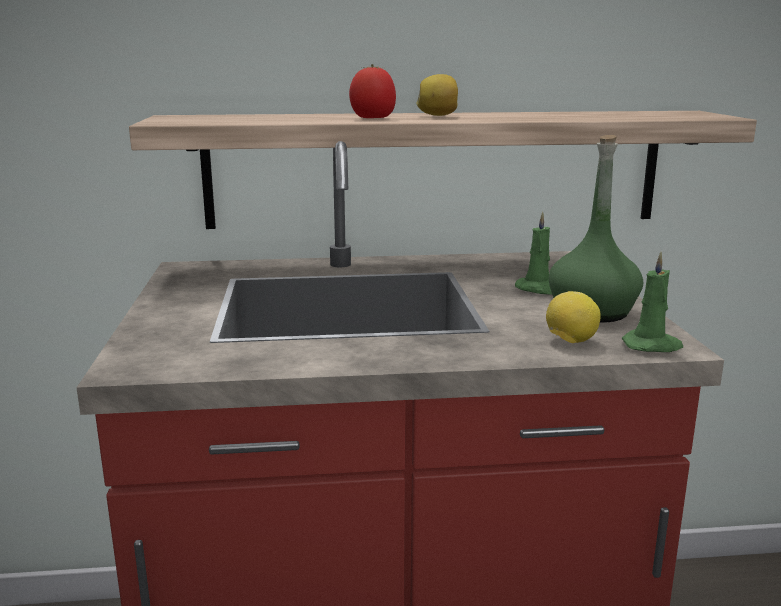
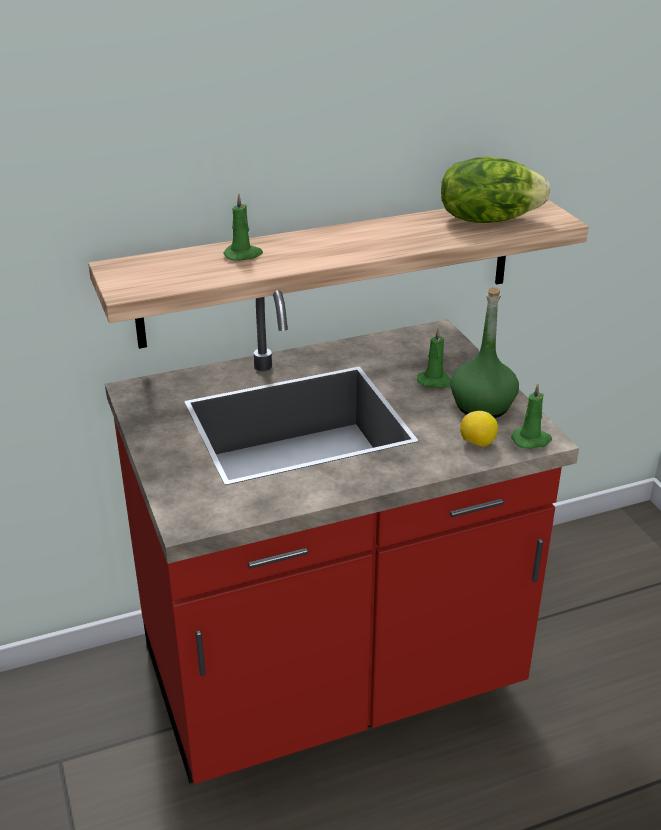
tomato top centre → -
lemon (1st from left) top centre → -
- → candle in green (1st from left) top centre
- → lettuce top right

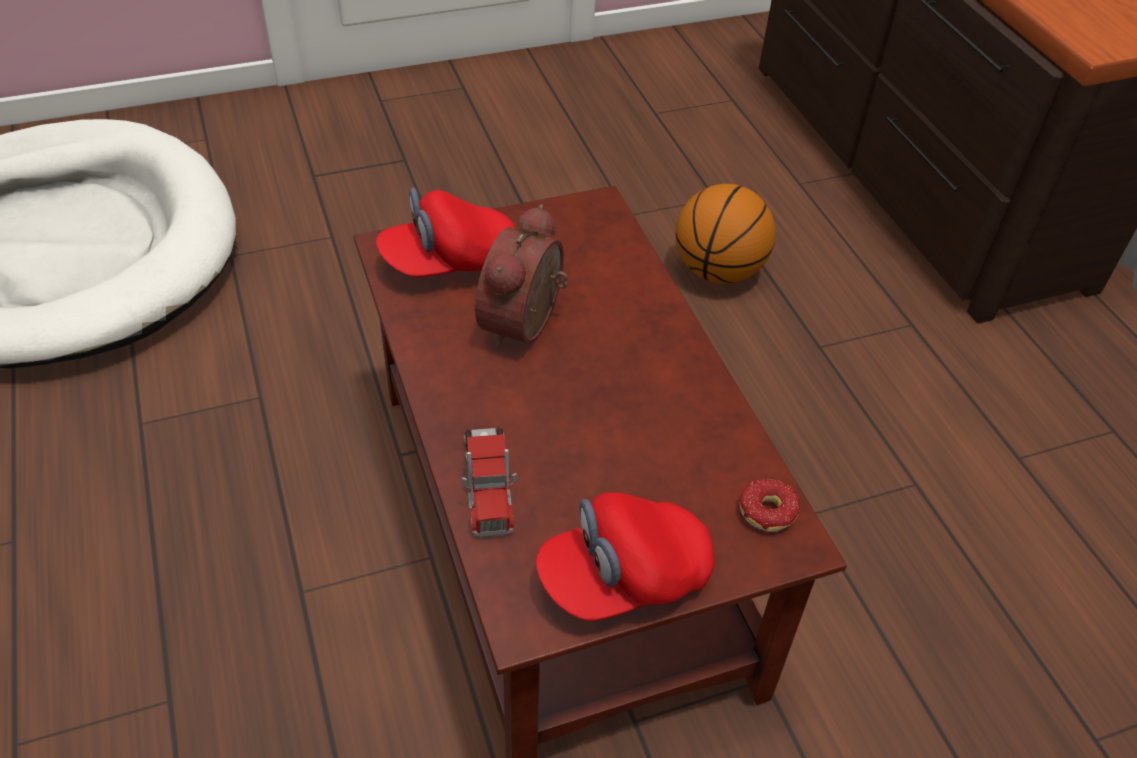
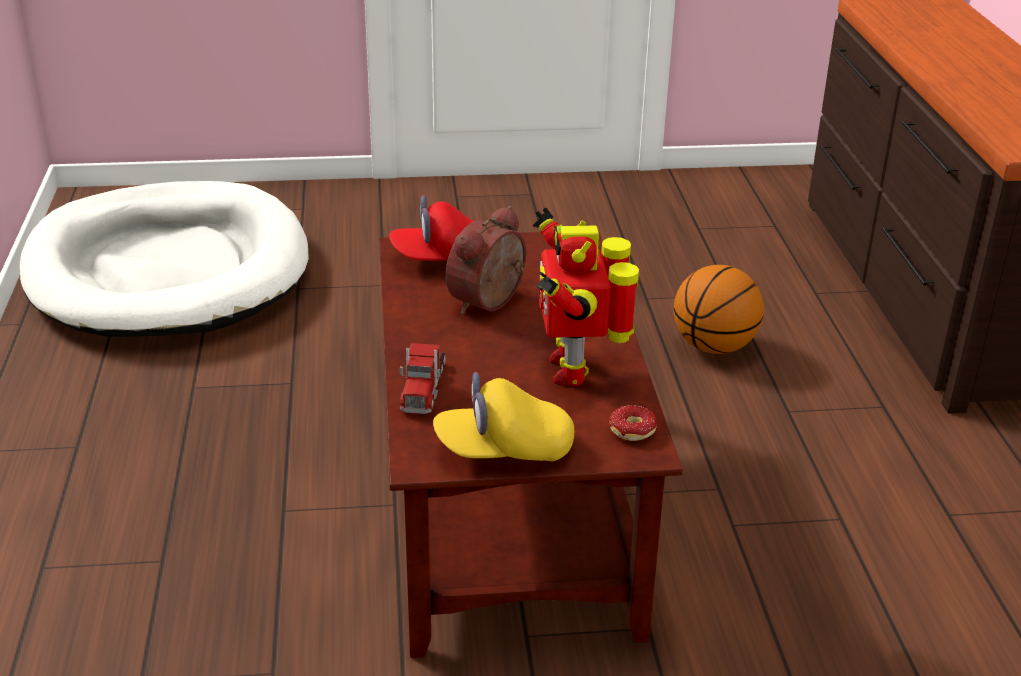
cap in red (2nd from left) bottom centre → cap in yellow centre
- → toy robot centre

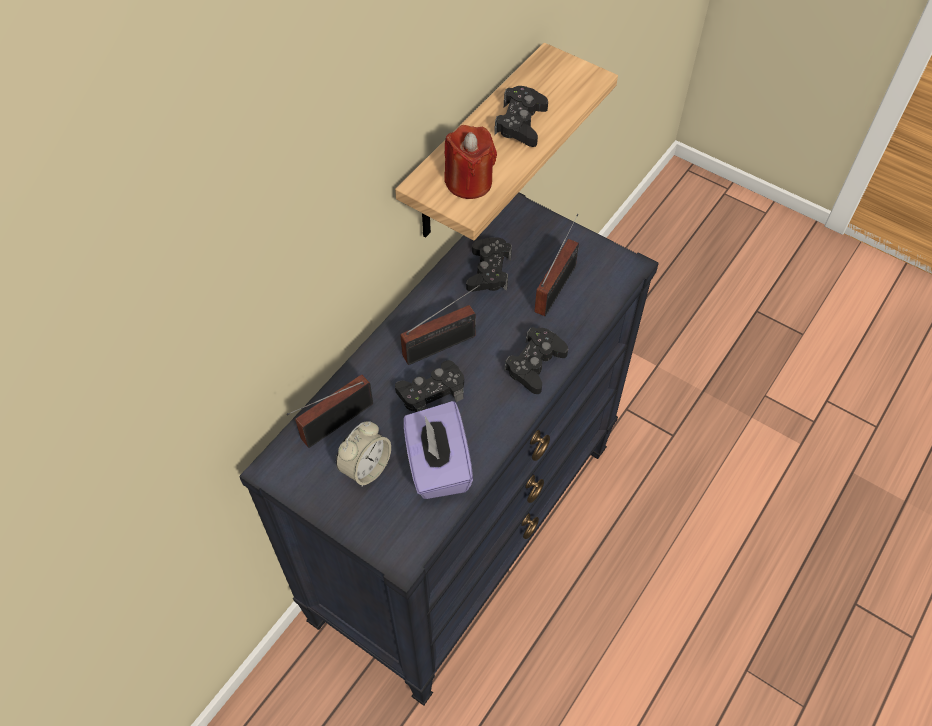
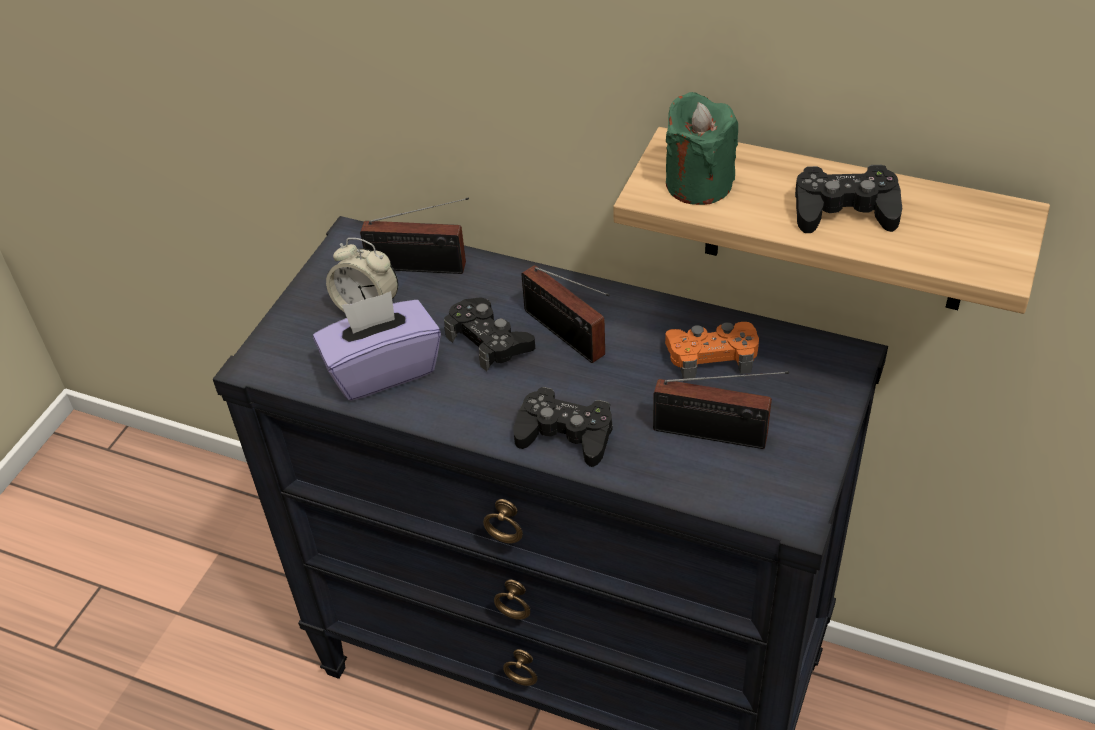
radio (1st from left) centre → radio (1st from left) top centre, 150 degrees clockwise
candle in red top centre → candle in green top centre
game controller in black (2nd from left) centre → game controller in orange centre

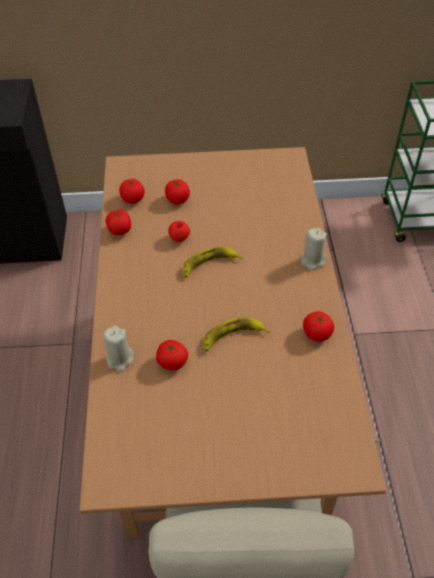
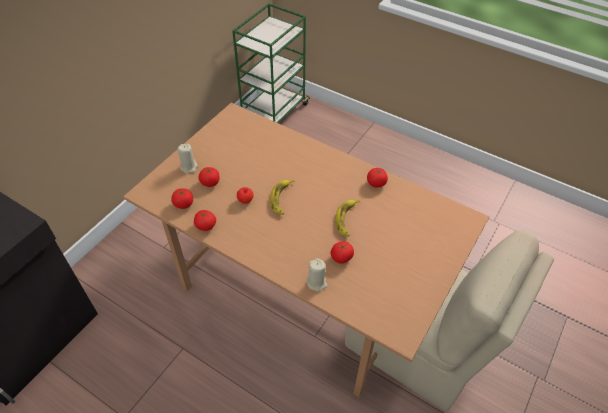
candle in beige (2nd from left in the first image) middle right → candle in beige (1st from left) middle left, moved

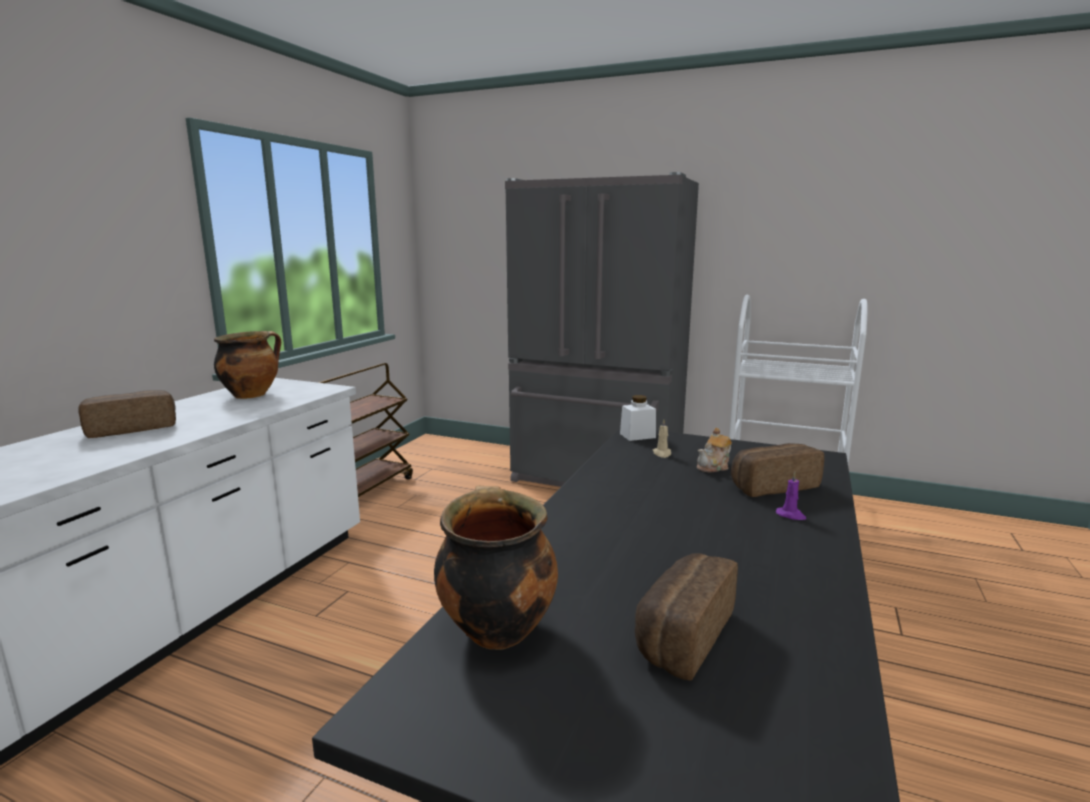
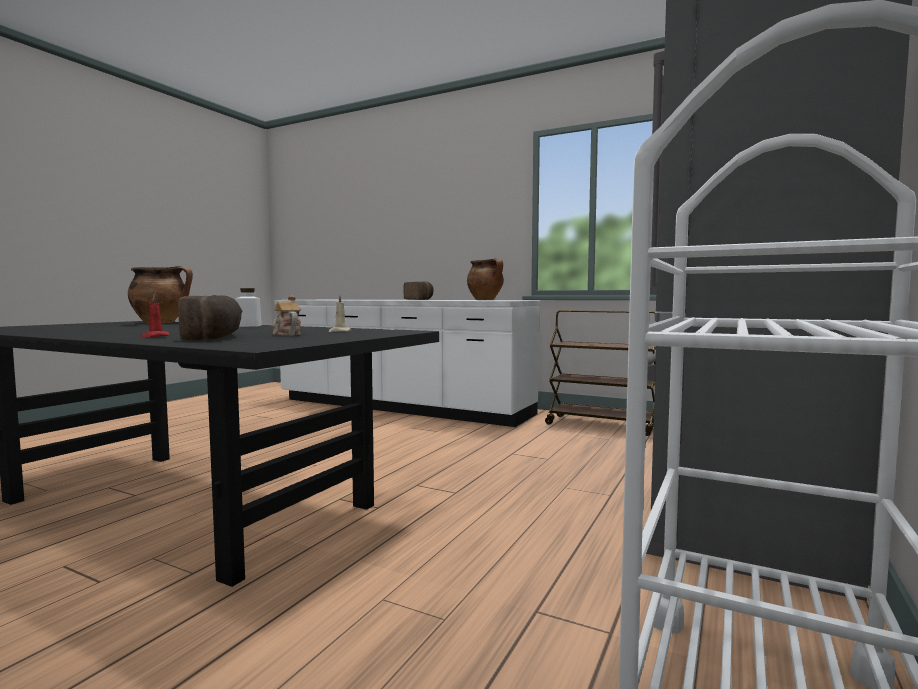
jar in white centre → jar in white middle left, moved
bread (2nd from left) bottom centre → -
candle in purple middle right → candle in red middle left

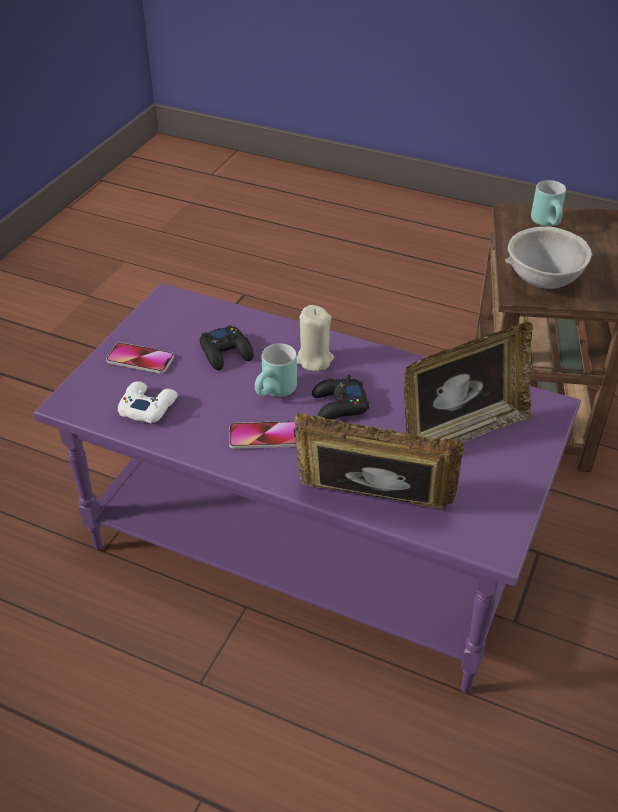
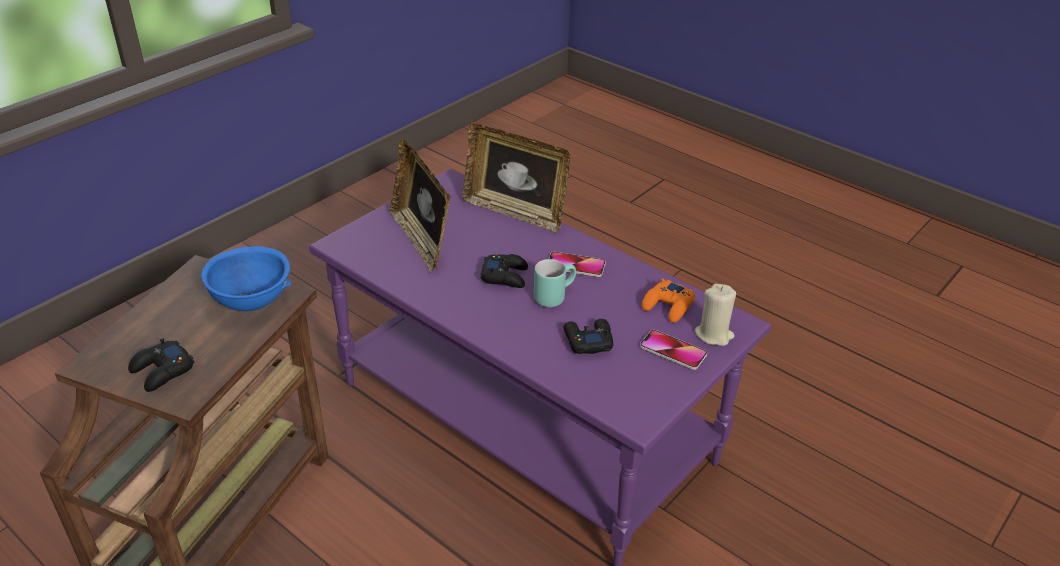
game controller in white middle left → game controller in orange centre
candle in beige centre → candle in beige middle right, moved
picture frame (2nd from left in the first image) middle right → picture frame (1st from left) centre, 105 degrees counterclockwise
bowl in grey top right → bowl in blue middle left
mug in turquoise (2nd from left) top right → game controller in black (1st from left) middle left

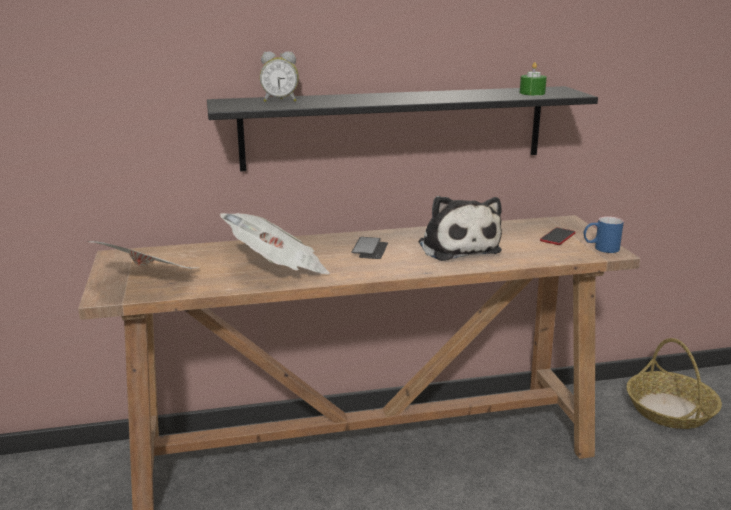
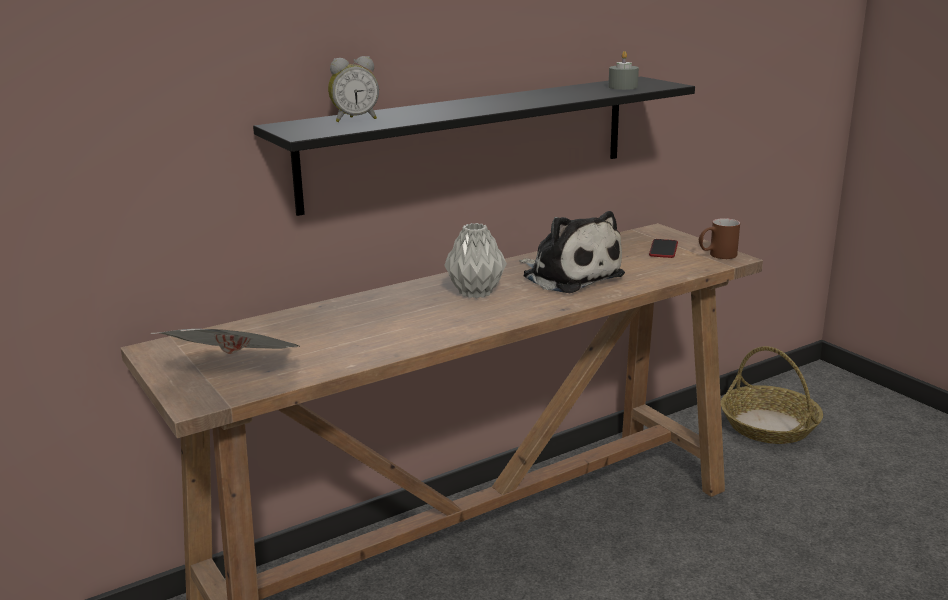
newspaper (2nd from left) centre → -
phone (1st from left) centre → vase in grey centre
candle in green top right → candle in grey top centre
mug in blue middle right → mug in brown middle right

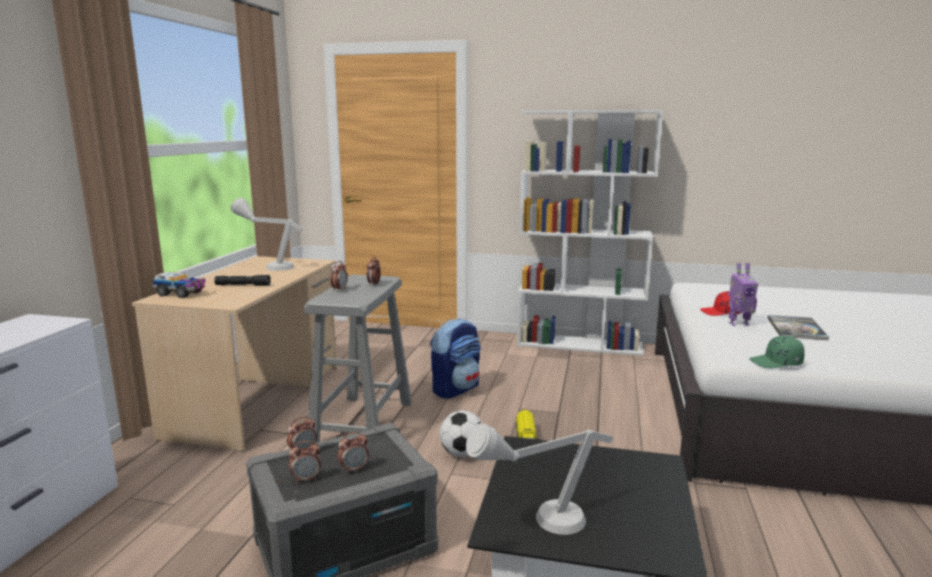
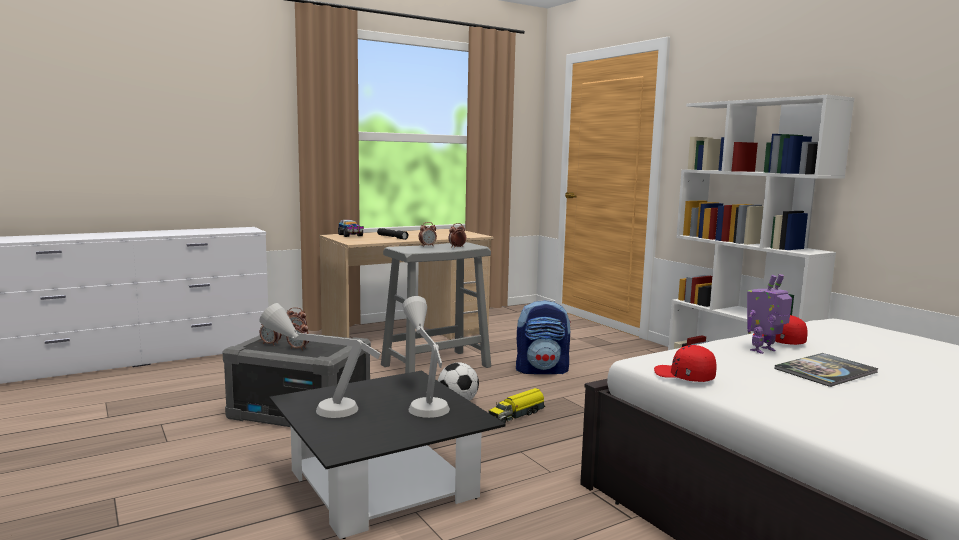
table lamp in grey (1st from left in the first image) middle left → table lamp in grey (2nd from left) centre, moved
toy robot middle right, 105 degrees clockwise
cap in green middle right → cap in red (1st from left) bottom right

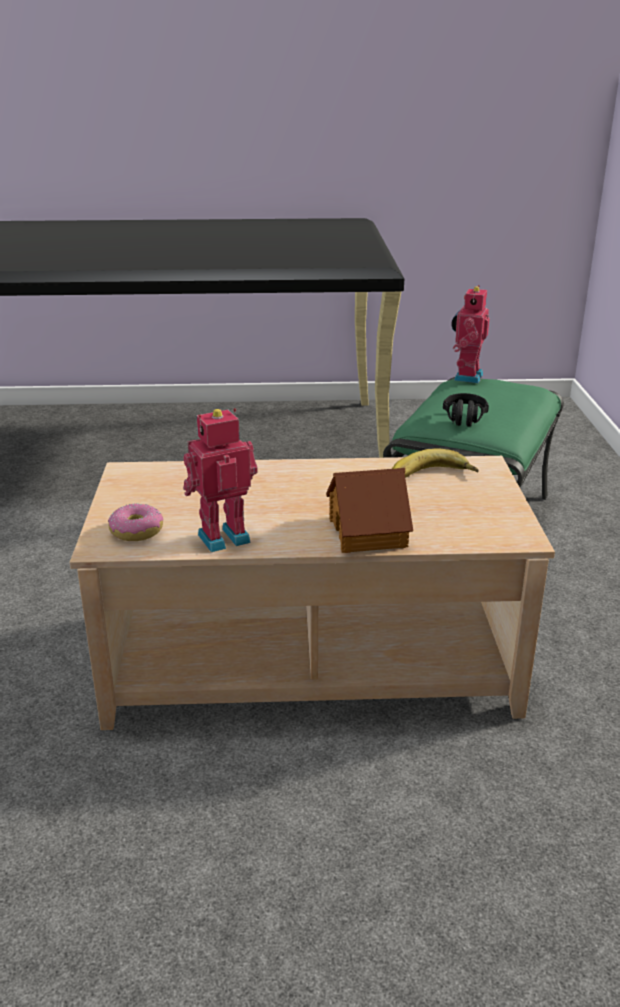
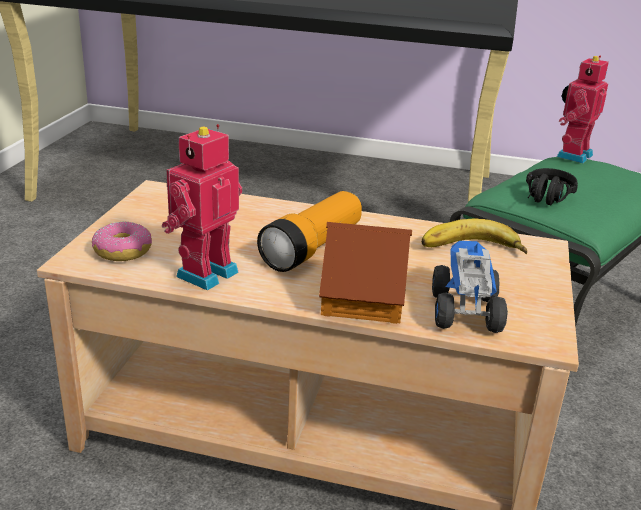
toy robot (1st from left) centre → toy robot (1st from left) middle left, 45 degrees counterclockwise
- → flashlight centre
- → toy truck middle right

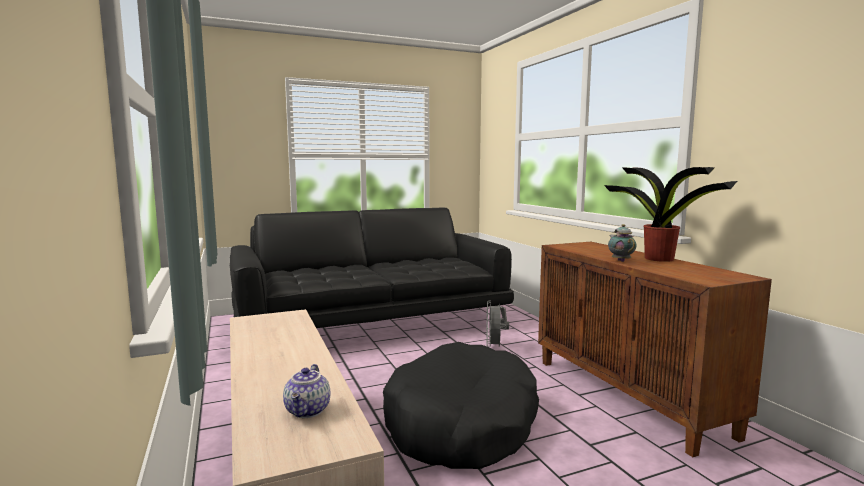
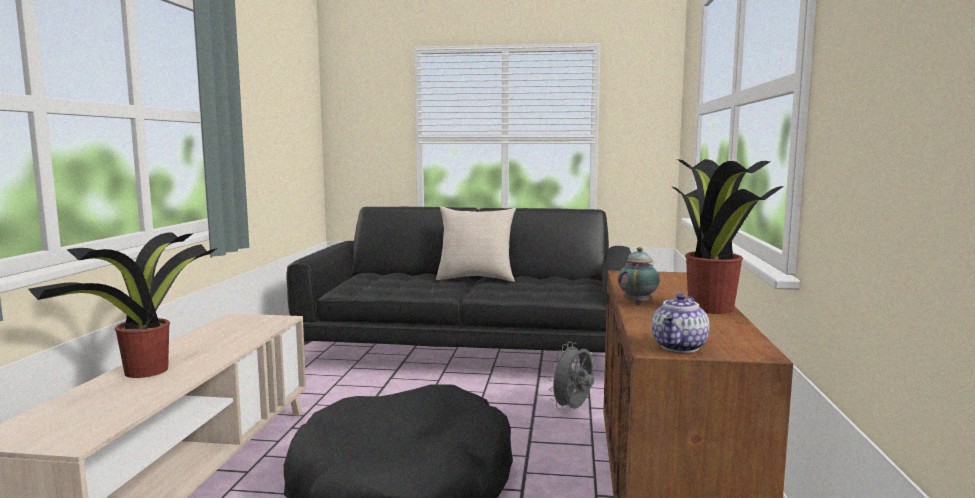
teapot (1st from left in the first image) bottom centre → teapot (2nd from left) middle right, moved
- → potted plant (1st from left) middle left
- → pillow in beige centre

